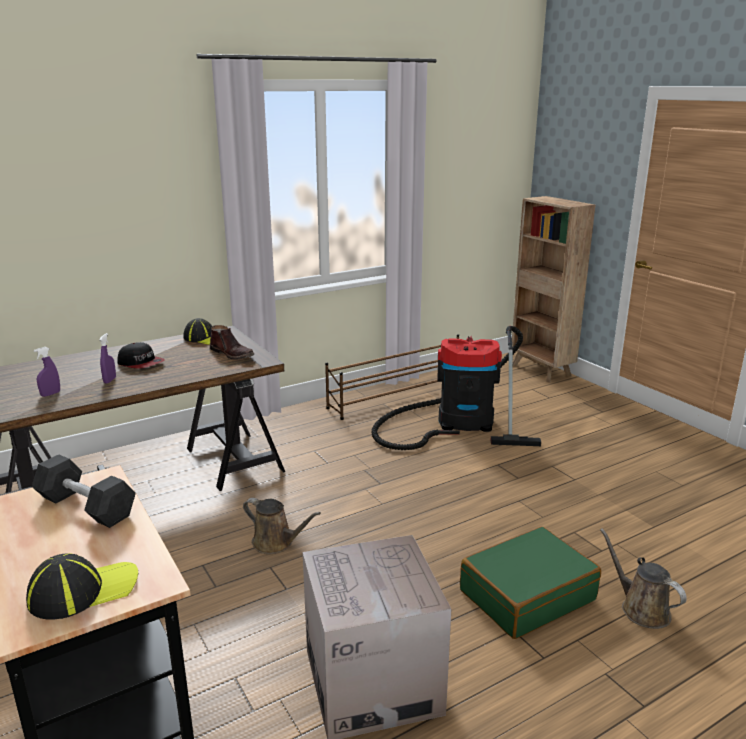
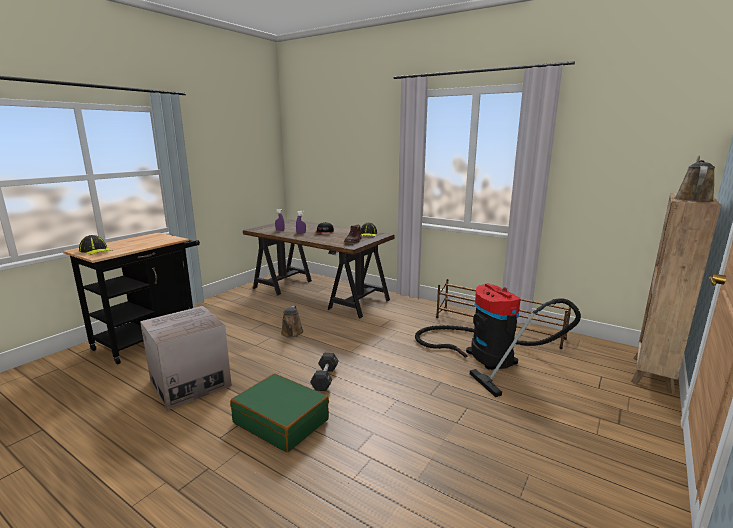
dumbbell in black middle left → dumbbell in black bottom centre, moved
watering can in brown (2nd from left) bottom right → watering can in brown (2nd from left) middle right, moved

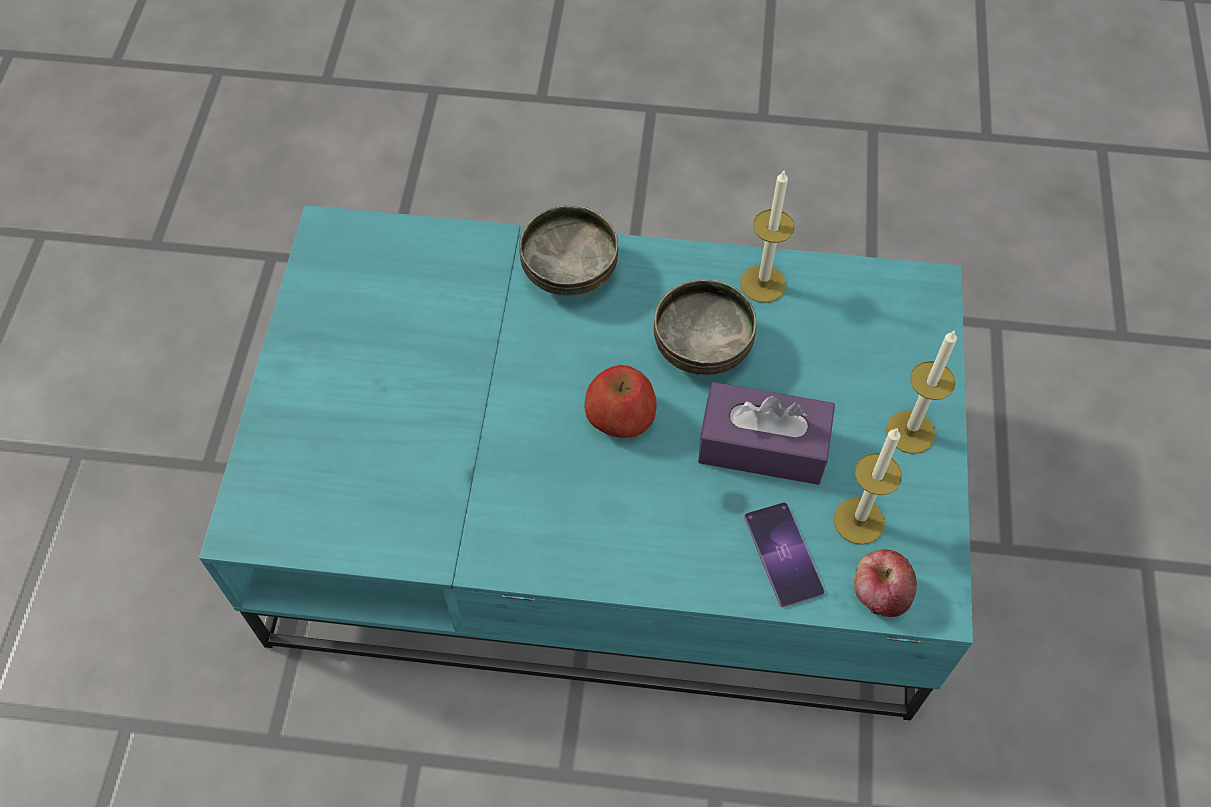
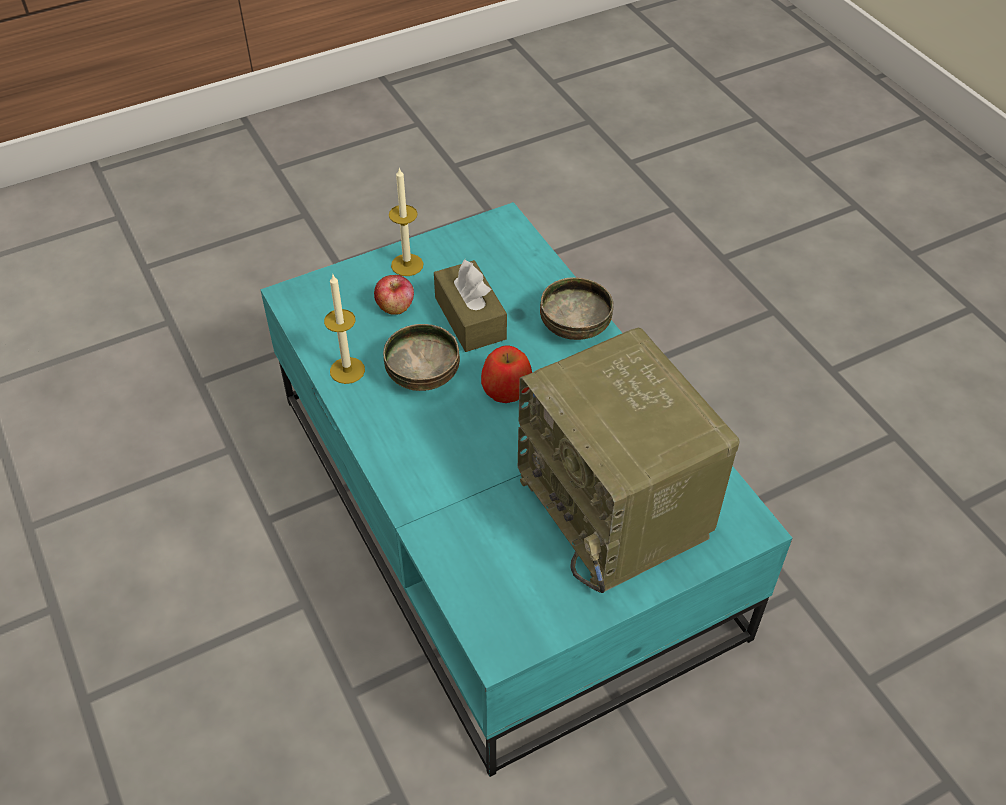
bowl (1st from left in the first image) top centre → bowl (2nd from left) centre, moved
tissue box in purple centre → tissue box in brown centre
phone bottom centre → -
candle (2nd from left) middle right → -
apple (2nd from left in the first image) bottom right → apple (1st from left) centre, moved
- → radio centre

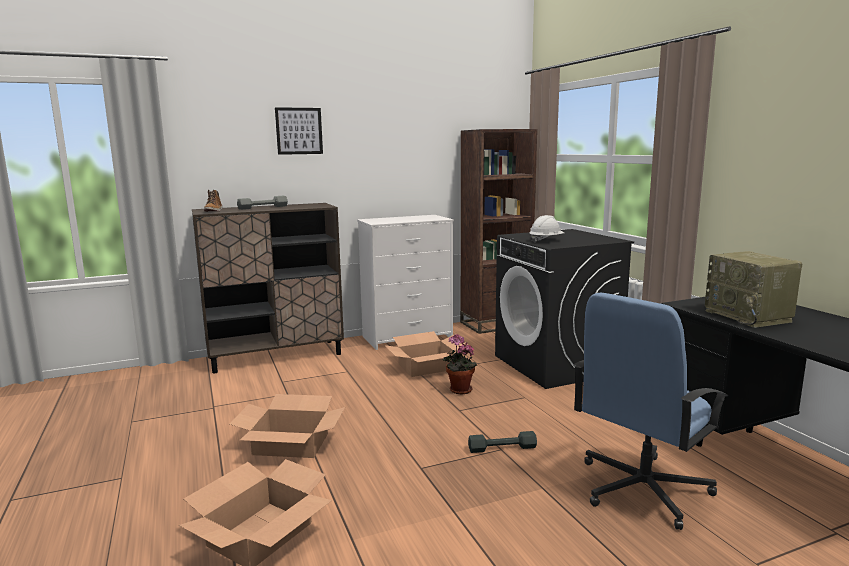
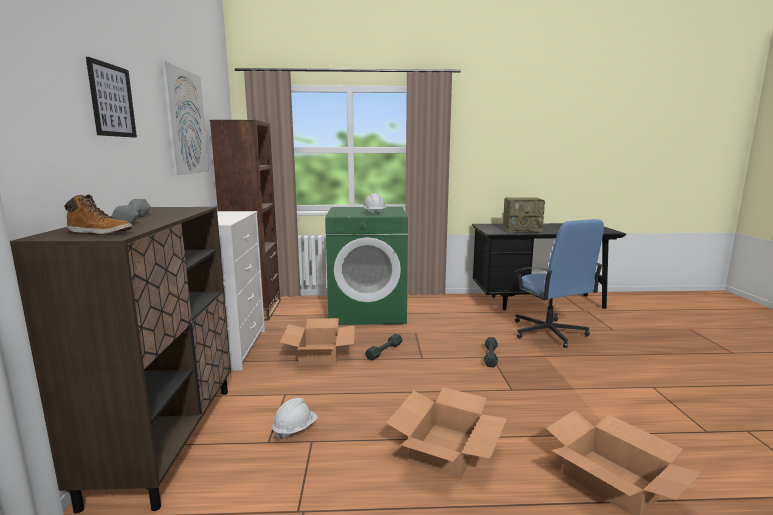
potted plant centre → dumbbell in grey (2nd from left) bottom centre
washing machine in black centre → washing machine in green centre
- → picture (2nd from left) top left
- → hard hat in white (1st from left) bottom centre

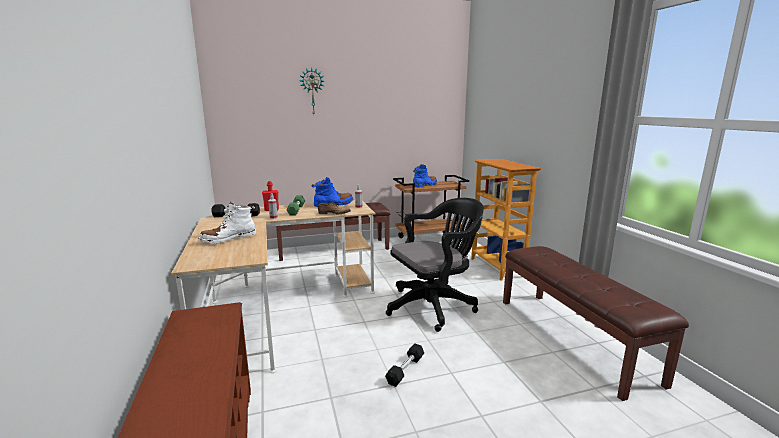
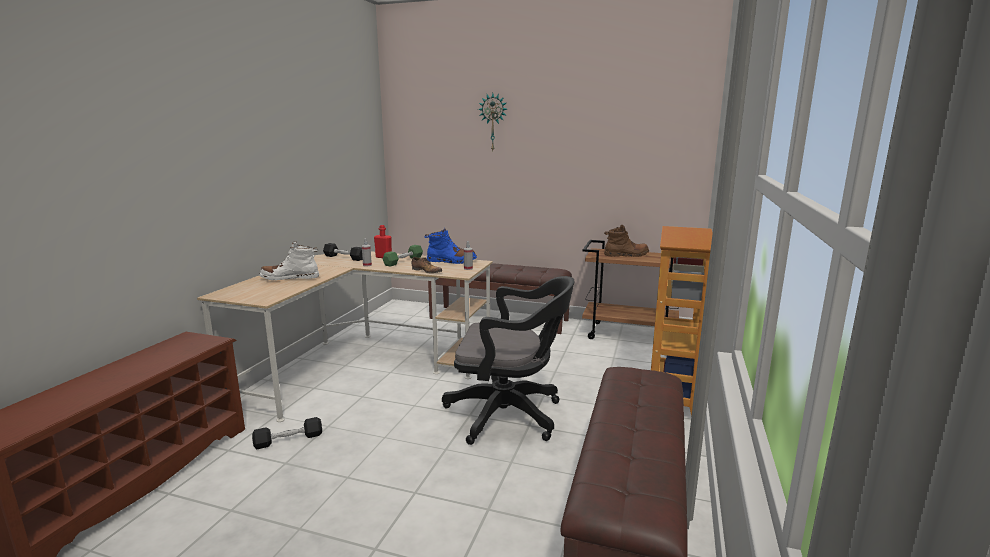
dumbbell in black (2nd from left in the first image) bottom centre → dumbbell in black (1st from left) bottom left, moved
boot in blue (2nd from left) centre → boot in brown centre

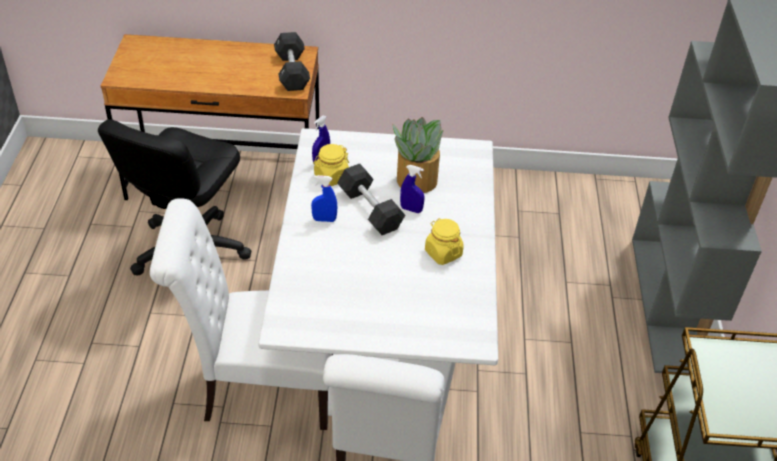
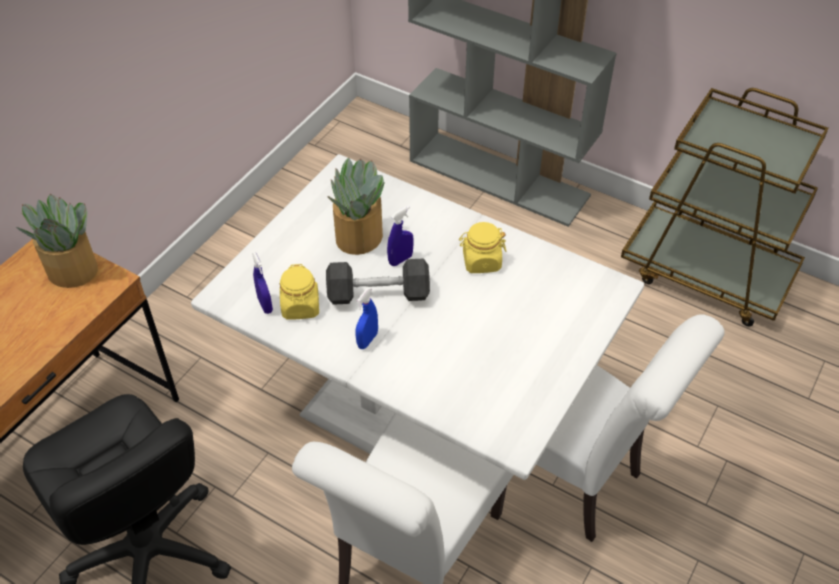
dumbbell in black (1st from left) top centre → potted plant (1st from left) middle left

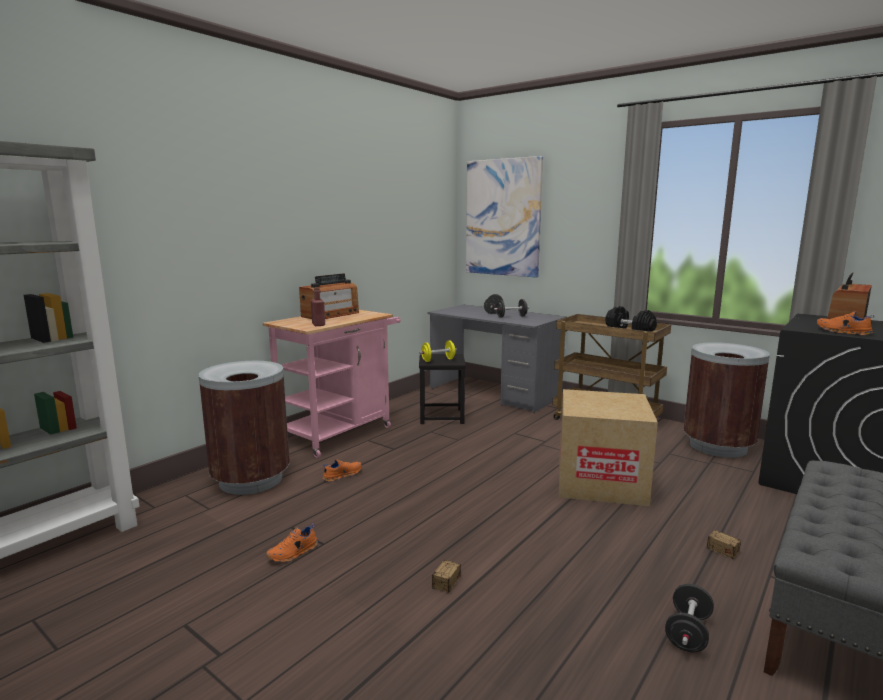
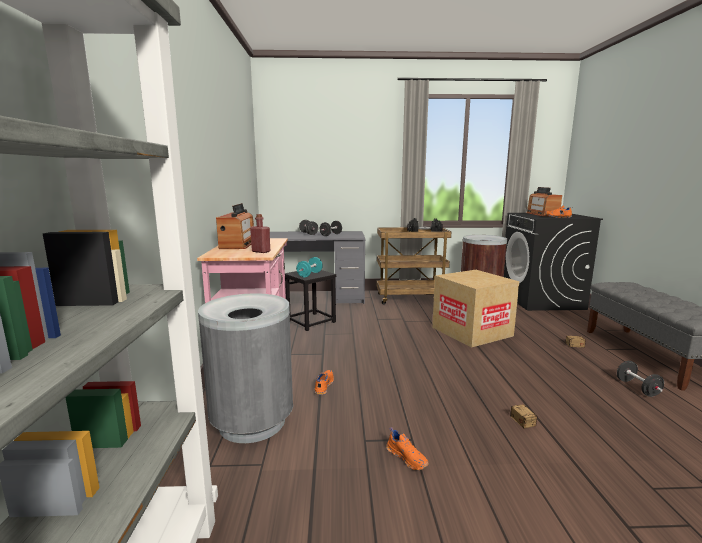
trash can in brown (1st from left) middle left → trash can in grey bottom centre
shoe in orange (1st from left in the first image) bottom left → shoe in orange (2nd from left) bottom centre, 45 degrees counterclockwise
dumbbell in yellow centre → dumbbell in turquoise centre
picture top centre → -

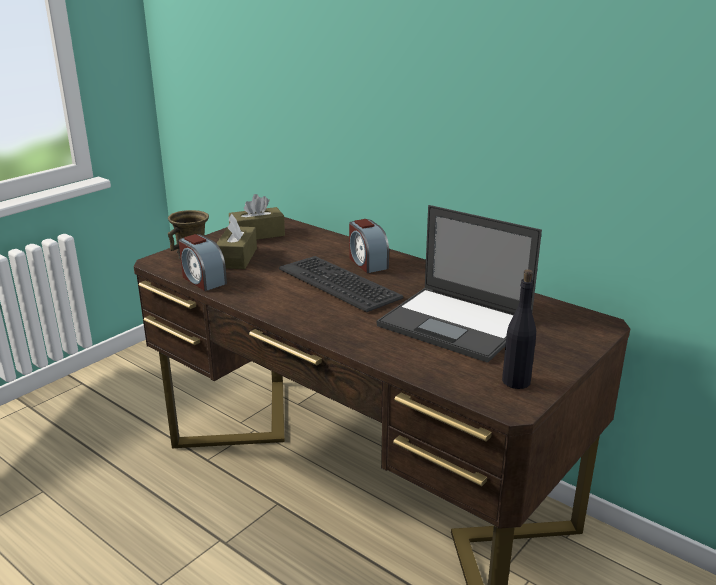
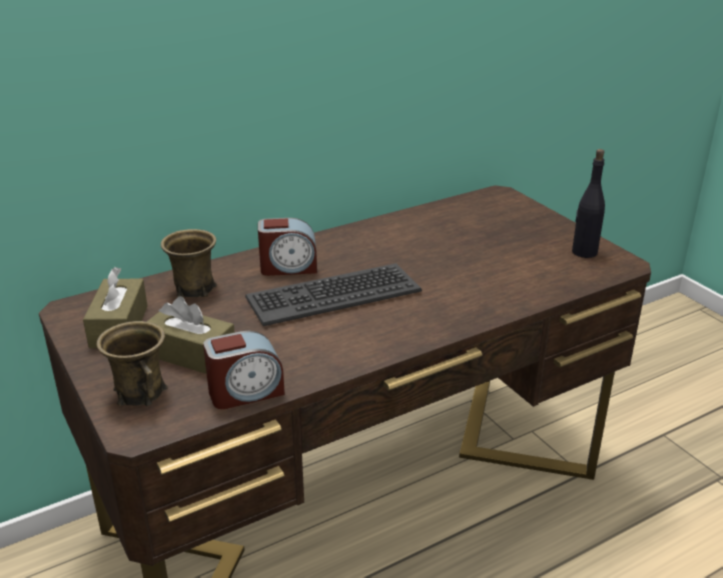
laptop centre → -
- → mug in brown (2nd from left) middle left

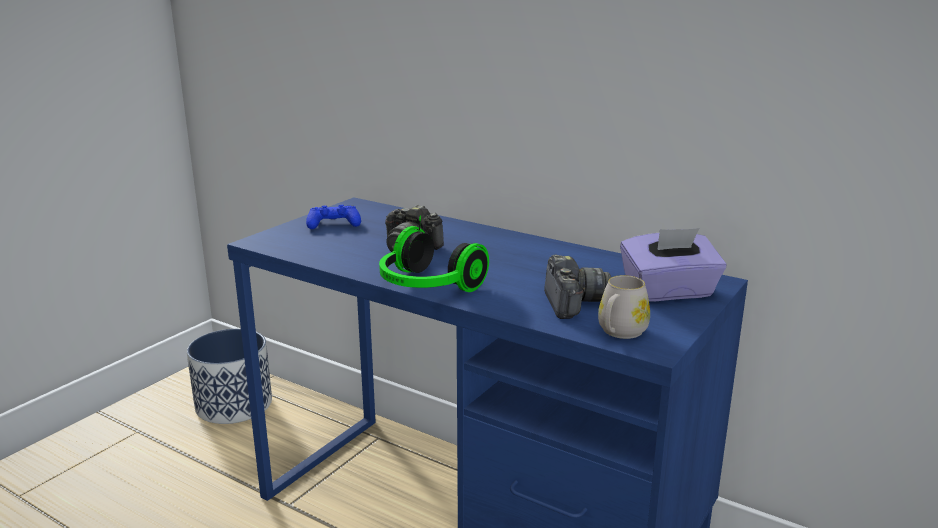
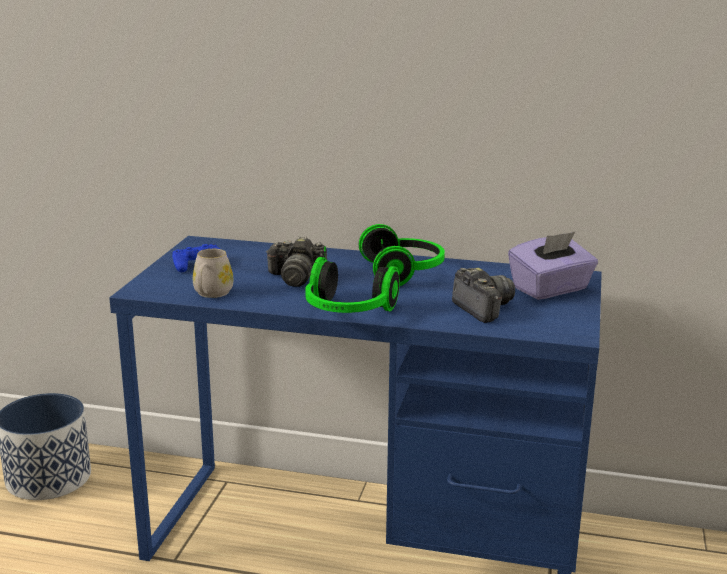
mug in white centre → mug in white middle left, moved
- → headphones (2nd from left) centre

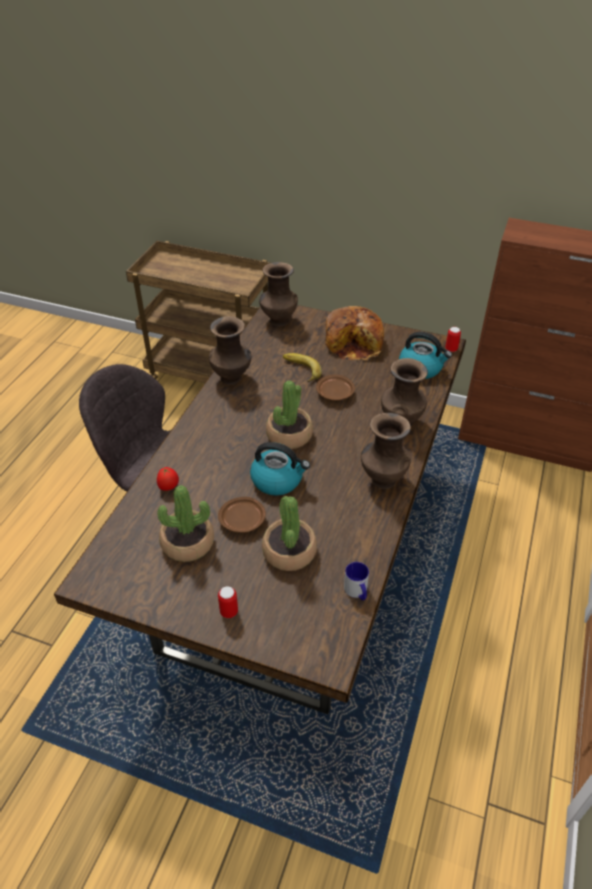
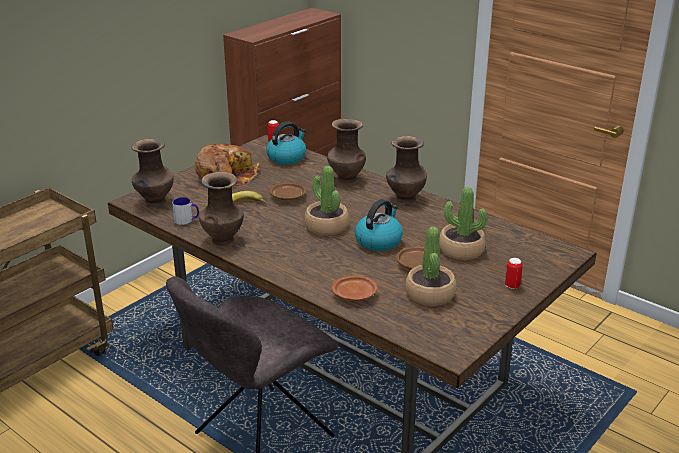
tomato middle left → plate in brown (2nd from left) centre
mug centre → mug middle left, moved

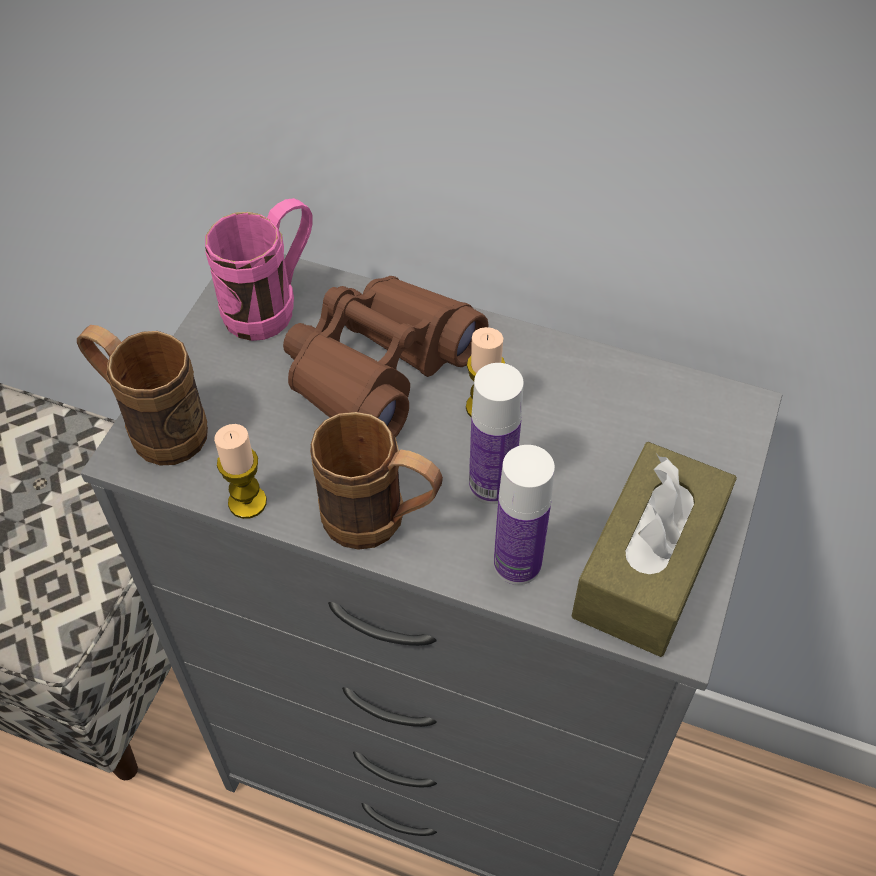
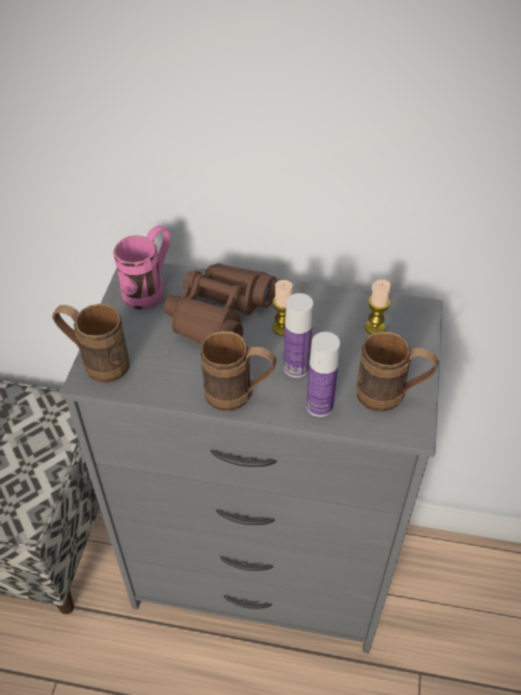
candle (1st from left in the first image) middle left → candle (2nd from left) middle right, moved
tissue box in brown middle right → mug in brown (3rd from left) middle right

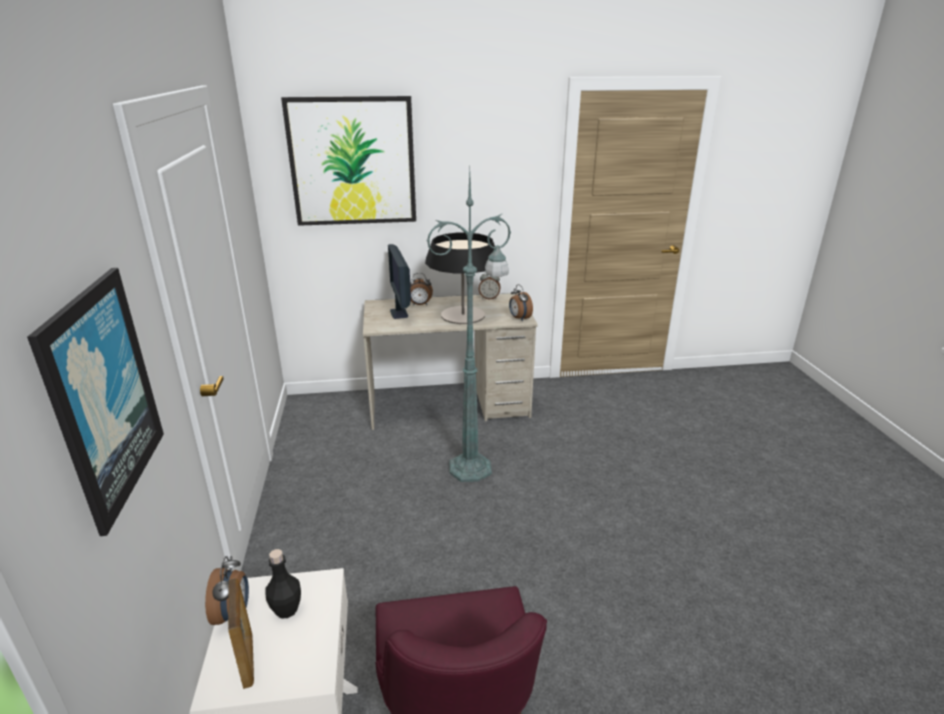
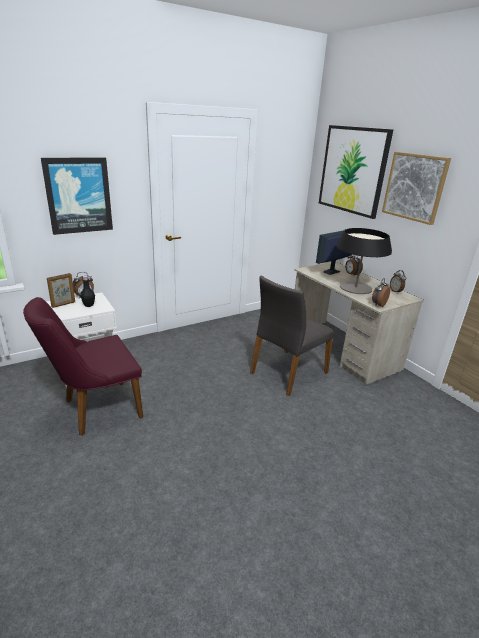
floor lamp in green centre → chair in grey centre
- → picture (3rd from left) top right

